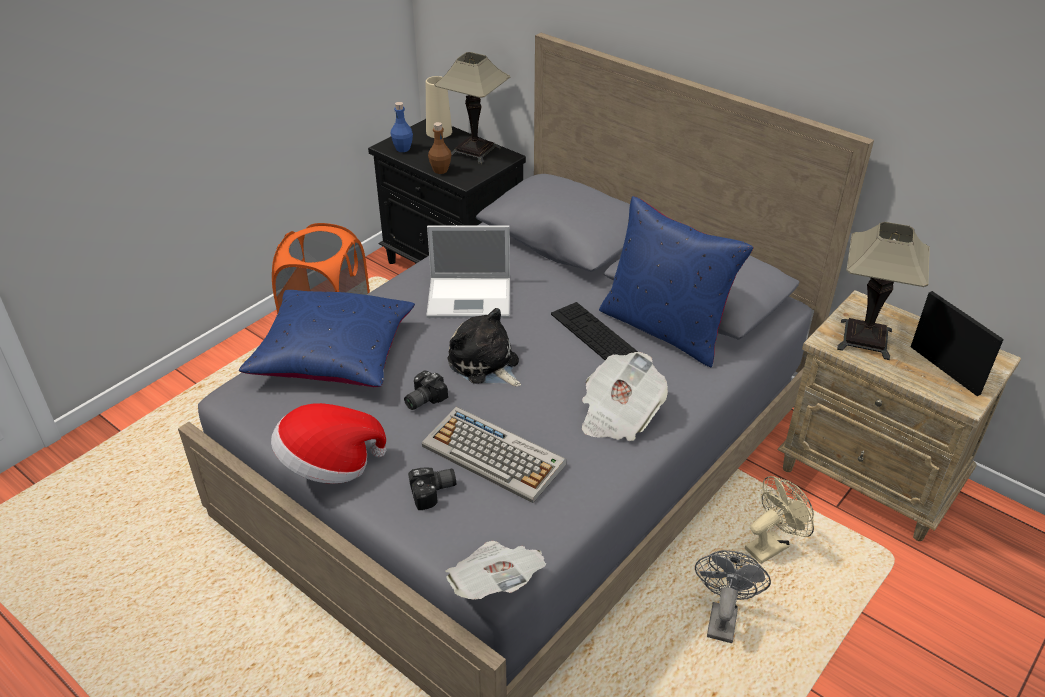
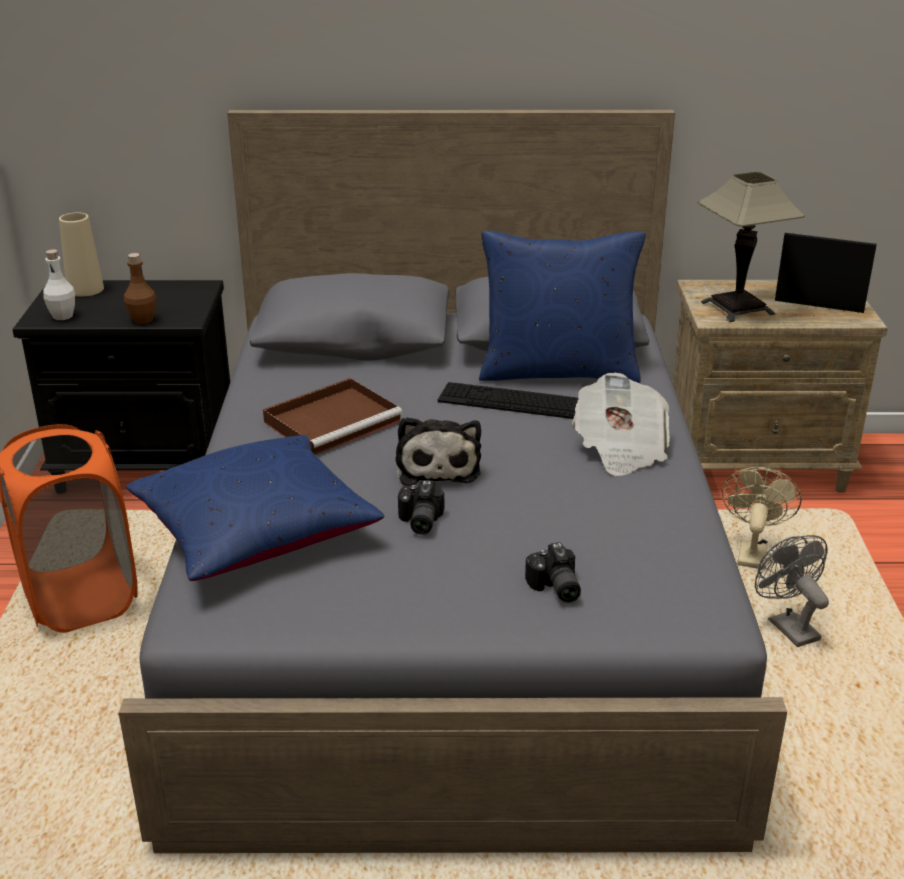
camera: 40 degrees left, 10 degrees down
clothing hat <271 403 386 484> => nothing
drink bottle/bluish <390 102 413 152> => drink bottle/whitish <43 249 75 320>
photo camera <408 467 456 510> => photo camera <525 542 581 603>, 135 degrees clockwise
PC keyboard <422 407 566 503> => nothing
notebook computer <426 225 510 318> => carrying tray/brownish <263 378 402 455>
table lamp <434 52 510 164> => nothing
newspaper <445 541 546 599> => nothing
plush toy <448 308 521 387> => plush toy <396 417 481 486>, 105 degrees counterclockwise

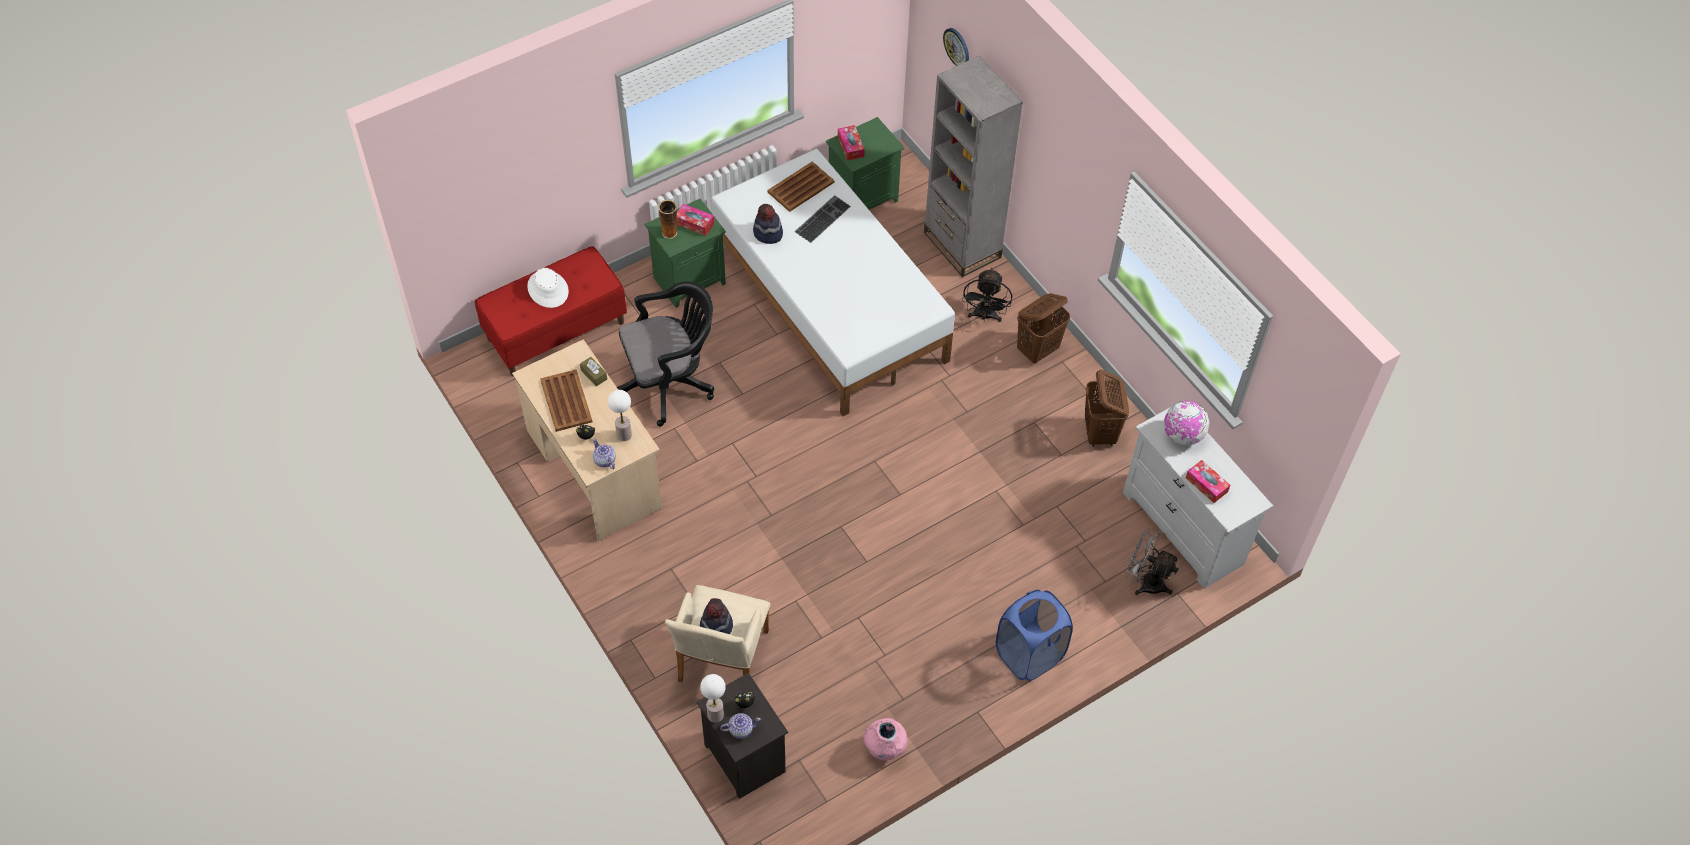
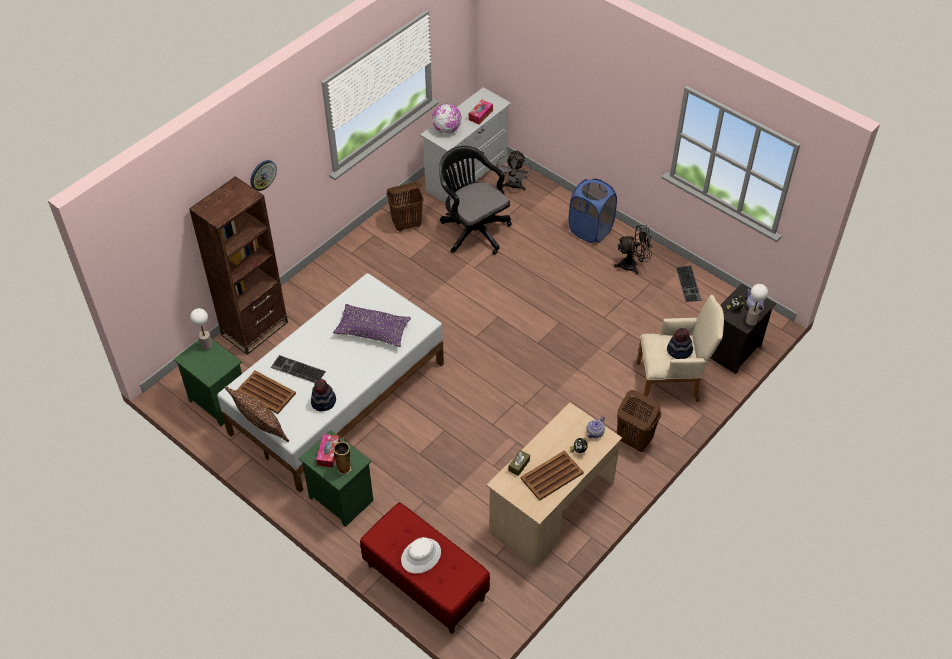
camera: 105 degrees left, 5 degrees down
table lamp <608 390 632 441> => table lamp <190 308 213 350>, shifted
desk chair/black-coloured <617 281 714 427> => desk chair/black-coloured <439 146 512 255>, shifted
tissue box <838 125 865 161> => nothing
decorative vase/pink-coloured <863 718 908 761> => PC keyboard <676 265 701 302>
bookshelf/gray <924 56 1023 277> => bookshelf/brownish <189 176 288 355>
clock on the wall <943 28 969 66> => clock on the wall <250 160 277 191>, shifted
electric fan/black-coloured <962 268 1012 322> => electric fan/black-coloured <614 225 653 274>, shifted
hamper/brownish <1017 293 1070 363> => hamper/brownish <617 390 661 452>, shifted
nothing => pillow/brownish <225 386 289 442>
nothing => pillow/purple-coloured <333 304 411 347>

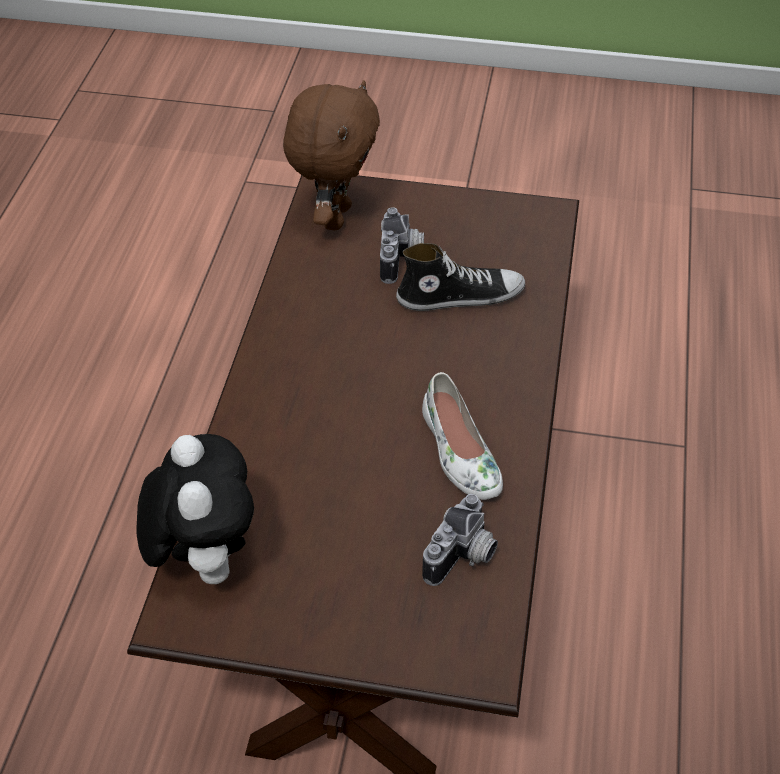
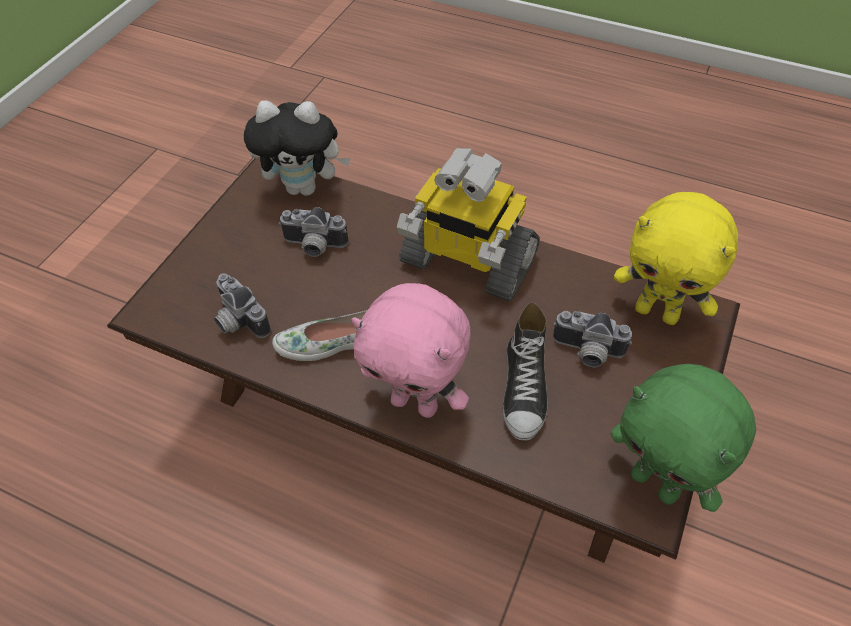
camera: 105 degrees right, 5 degrees up
plush toy/brownish <283 80 380 230> => plush toy/yellow <614 192 738 325>
nothing => photo camera <279 207 348 257>
nothing => plush toy/pink-coloured <352 283 471 418>
nothing => model robot <397 148 540 302>
nothing => plush toy/green <611 364 756 512>

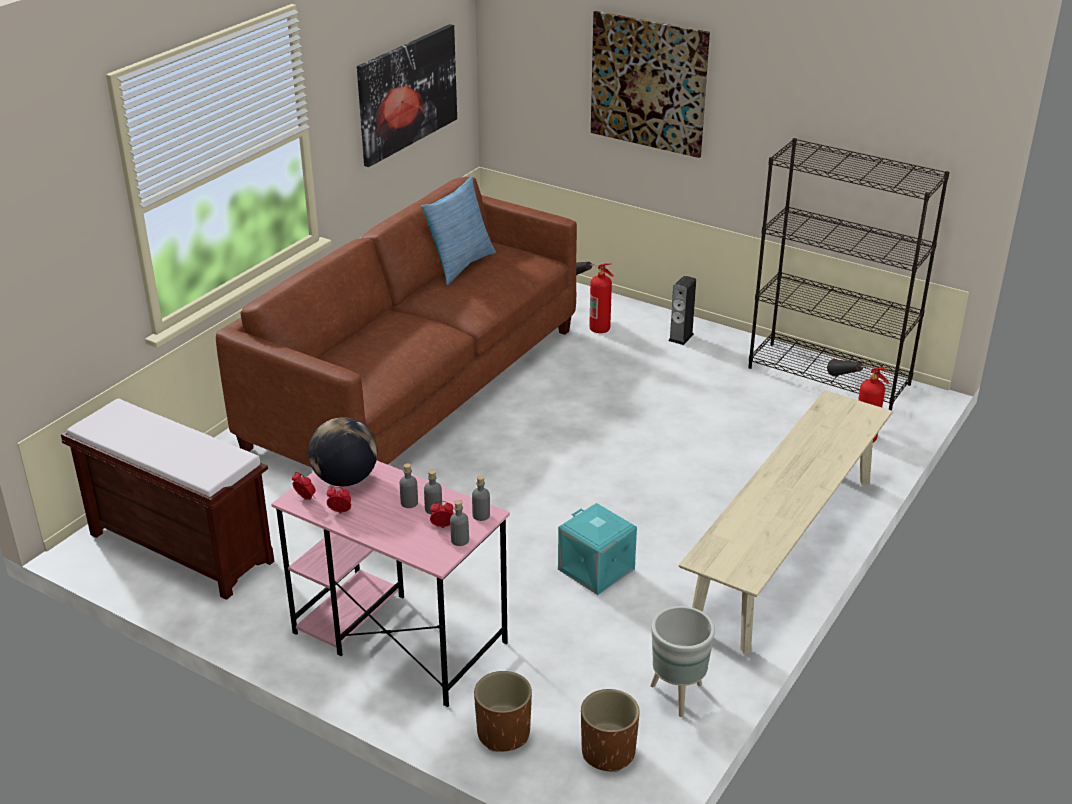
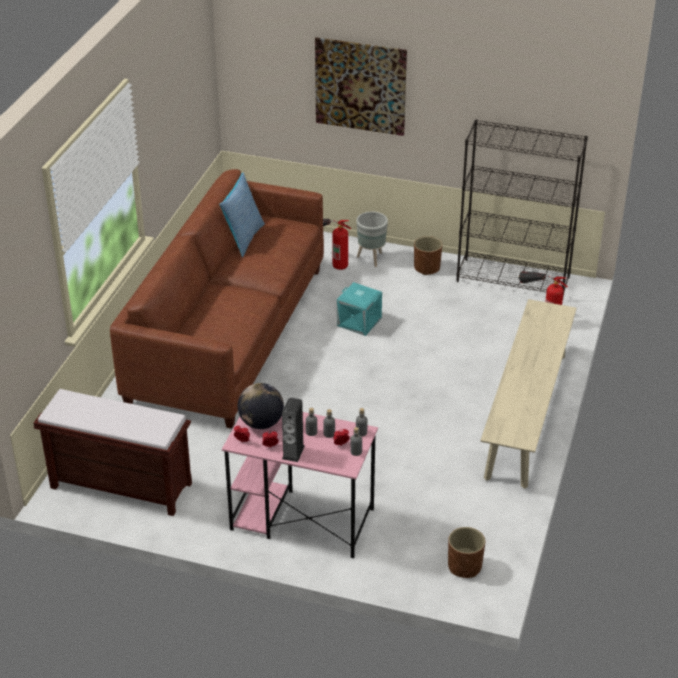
camera: 15 degrees left, 5 degrees up
wall art <357 24 457 167> => nothing
planter/brownish <474 671 532 752> => planter/brownish <414 236 442 275>, shifted
storage box/blue-green <558 503 637 595> => storage box/blue-green <337 282 382 336>, shifted
planter/gray <650 606 715 717> => planter/gray <356 212 388 267>, shifted
audio speaker <668 275 696 345> => audio speaker <282 397 305 462>, shifted

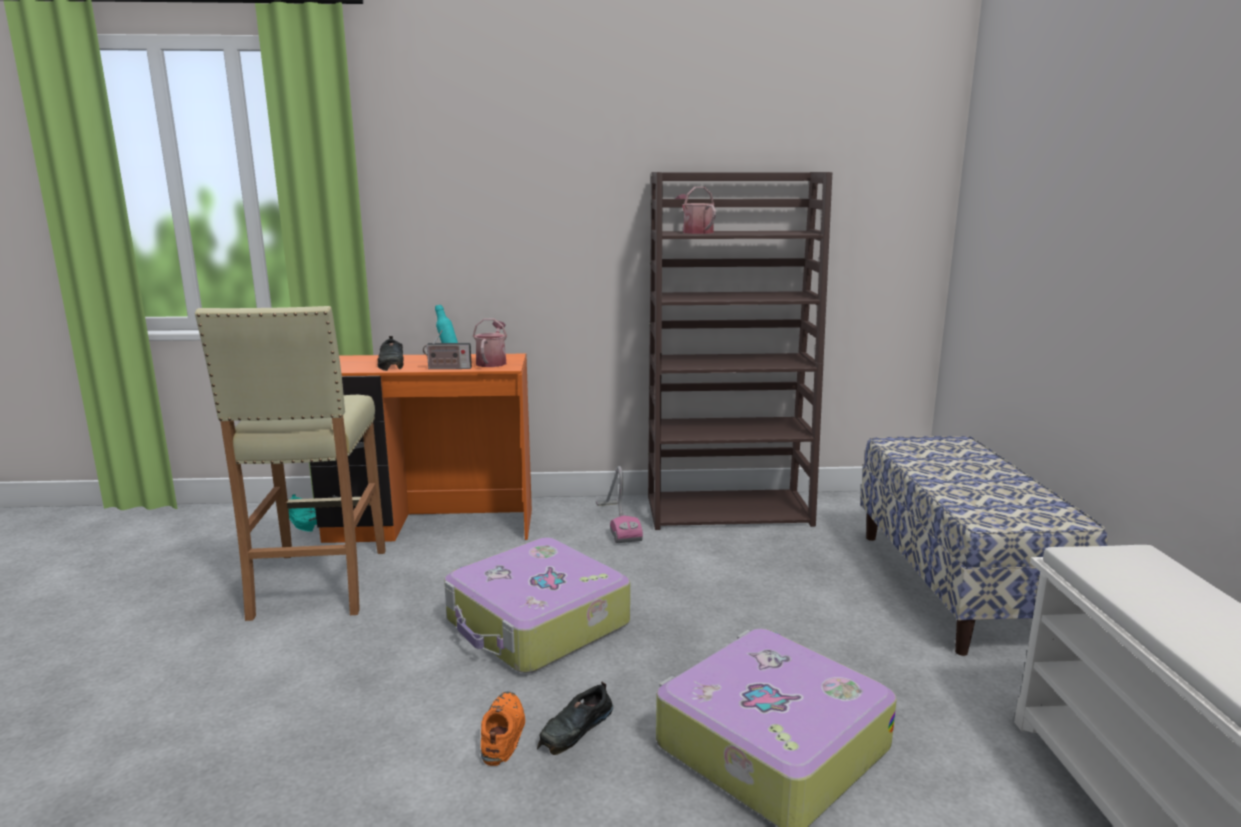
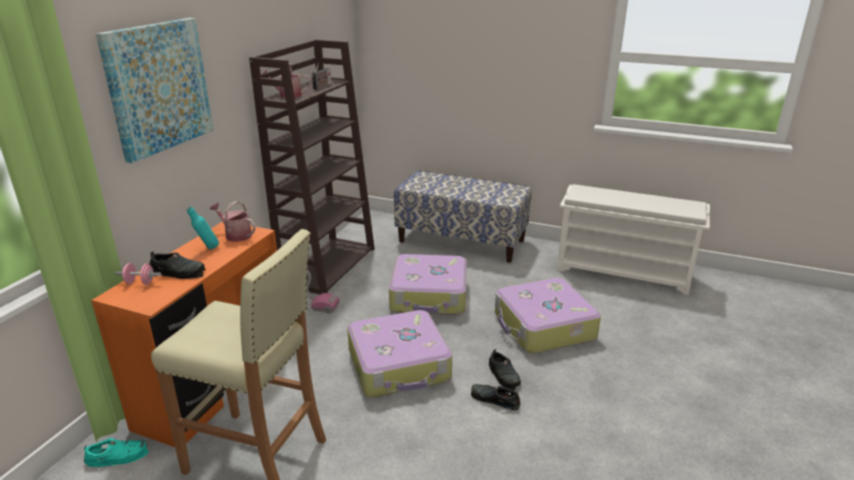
camera: 65 degrees left, 10 degrees up
radio set <423 330 472 369> => radio set <312 62 331 90>, shifted
item of footwear/orange-coloured <481 692 525 766> => item of footwear/black-coloured <471 384 521 410>
nothing => wall art <96 18 213 164>
nothing => hand weight/pink-coloured <115 263 161 285>
nothing => piece of luggage <389 254 467 315>

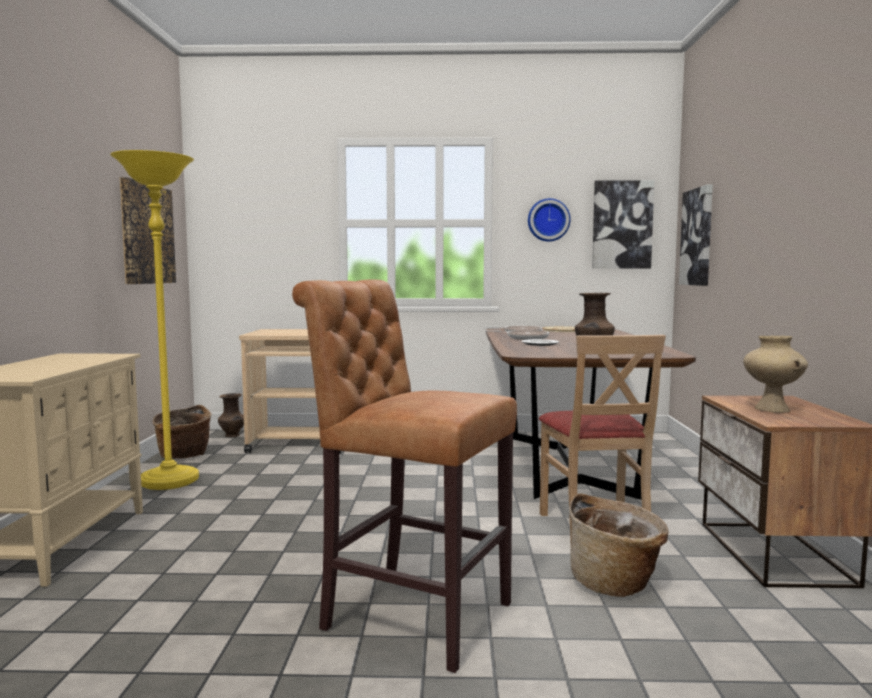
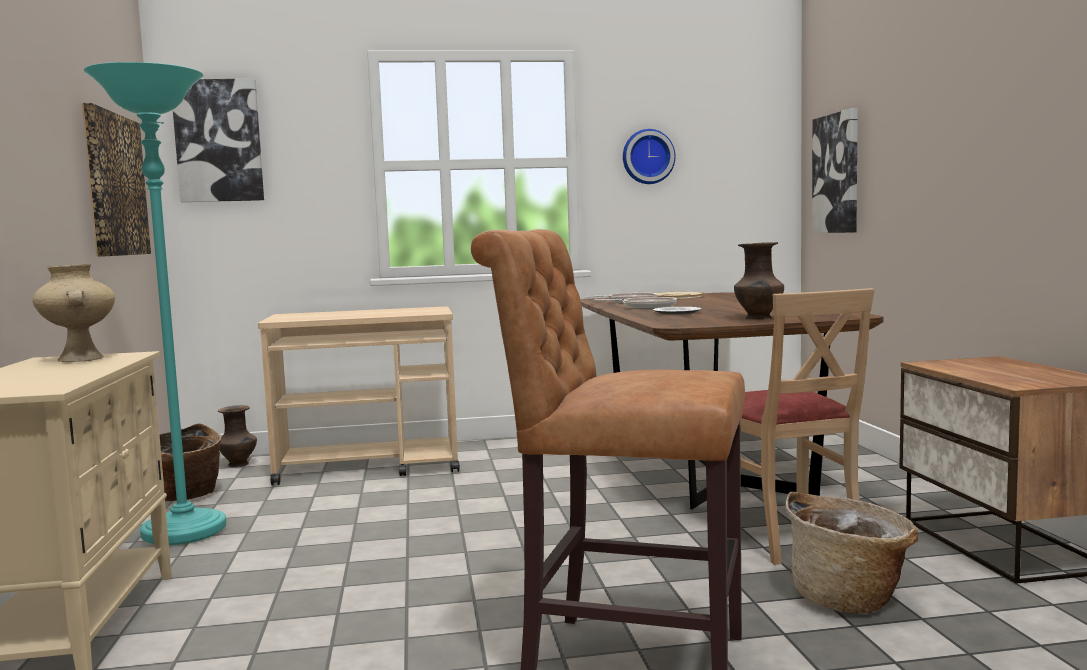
camera: 10 degrees left, 0 degrees up
standard lamp/yellow <110 150 199 490> => standard lamp/blue-green <83 62 226 545>
wall art <592 180 654 269> => wall art <173 79 264 202>, shifted
decorative vase/beige-coloured <743 336 808 413> => decorative vase/beige-coloured <33 264 115 362>, shifted

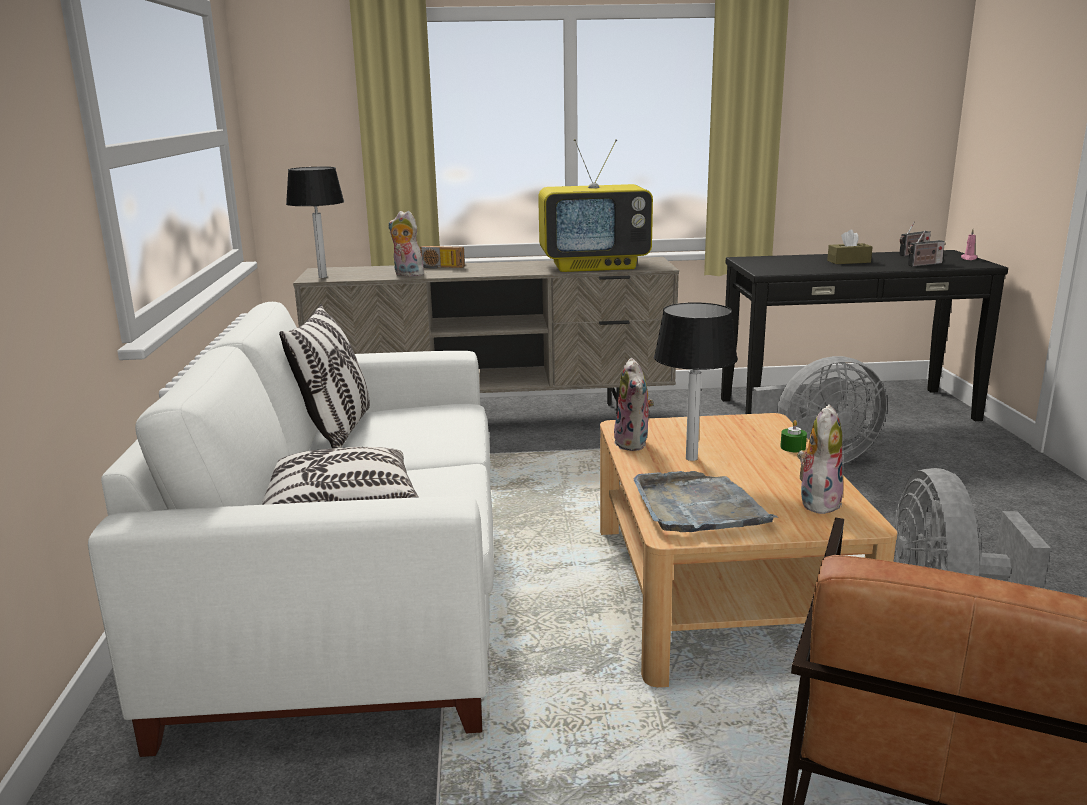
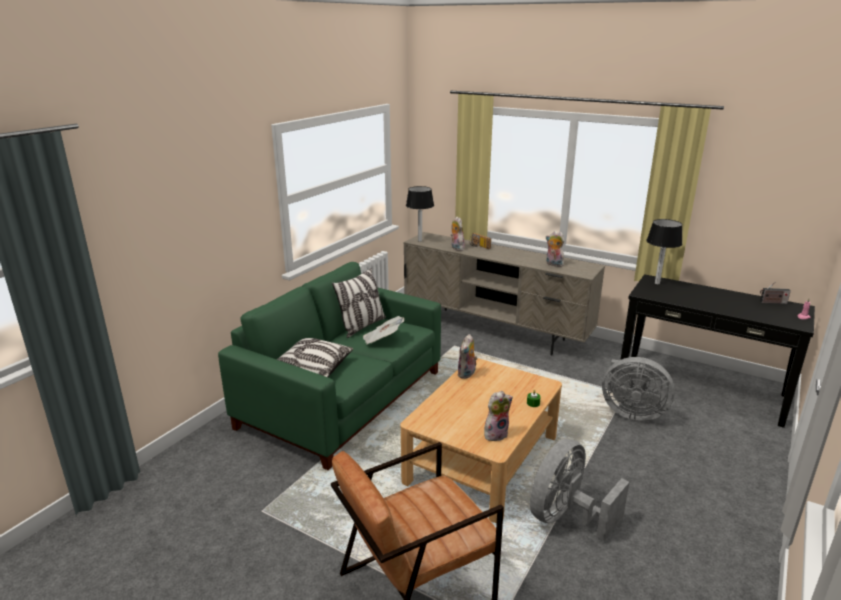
camera: 35 degrees right, 5 degrees up
couch/whitish <88 302 494 757> => couch/green <218 262 441 470>
TV <538 139 653 272> => plush toy <546 231 565 267>
carrying tray/gray <633 471 780 532> => nothing
table lamp <654 302 738 461> => table lamp <646 219 682 284>, shifted
tissue box/brownish <827 229 873 264> => nothing
radio set <908 230 945 267> => nothing
nothing => newspaper <363 316 404 345>

